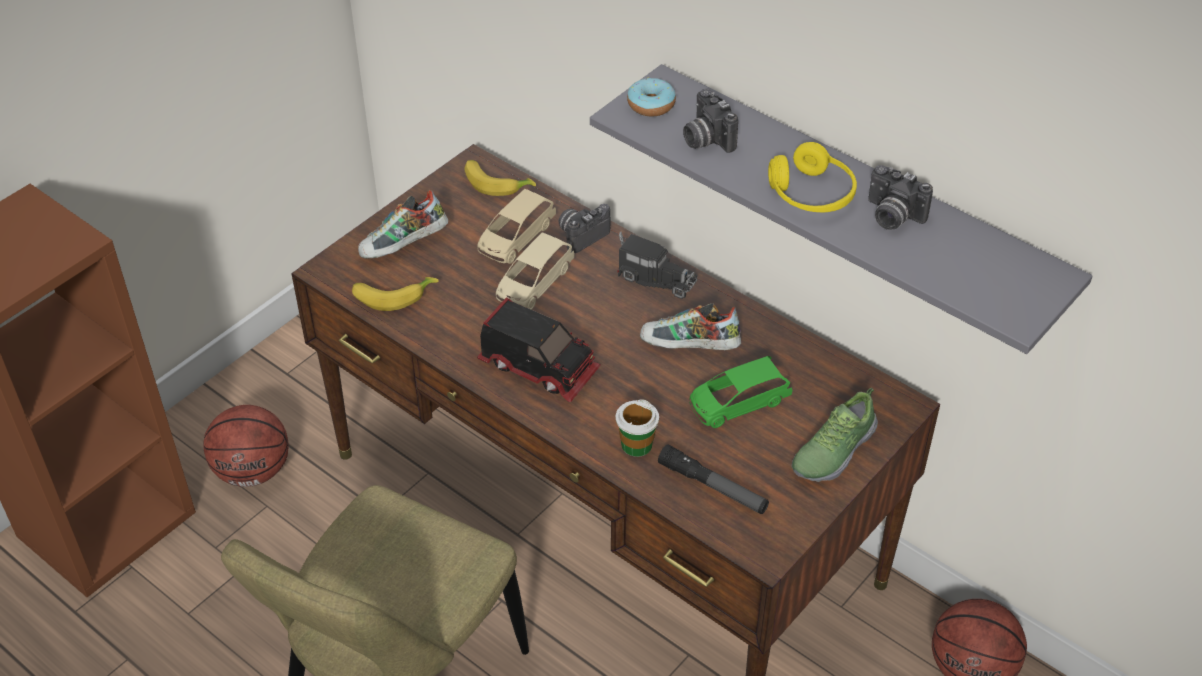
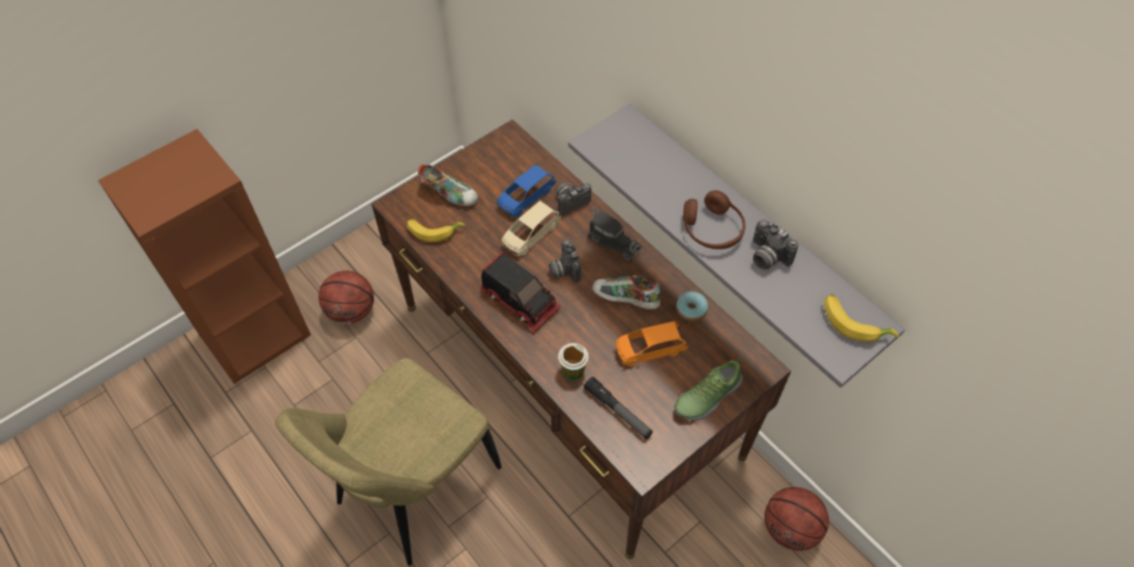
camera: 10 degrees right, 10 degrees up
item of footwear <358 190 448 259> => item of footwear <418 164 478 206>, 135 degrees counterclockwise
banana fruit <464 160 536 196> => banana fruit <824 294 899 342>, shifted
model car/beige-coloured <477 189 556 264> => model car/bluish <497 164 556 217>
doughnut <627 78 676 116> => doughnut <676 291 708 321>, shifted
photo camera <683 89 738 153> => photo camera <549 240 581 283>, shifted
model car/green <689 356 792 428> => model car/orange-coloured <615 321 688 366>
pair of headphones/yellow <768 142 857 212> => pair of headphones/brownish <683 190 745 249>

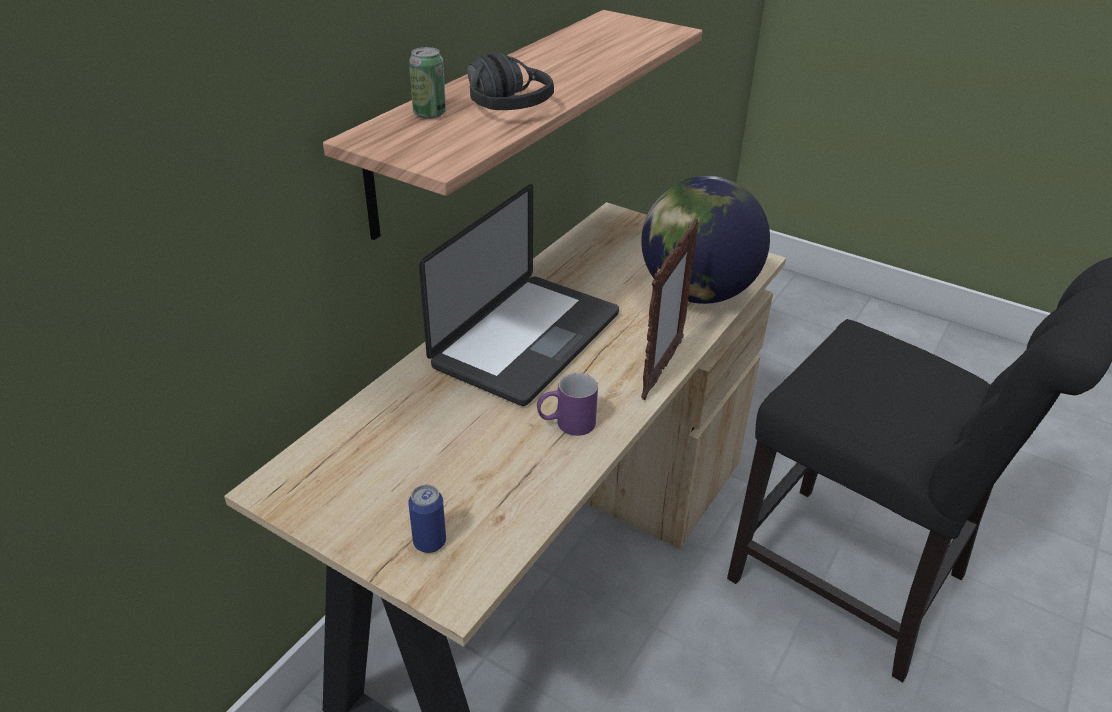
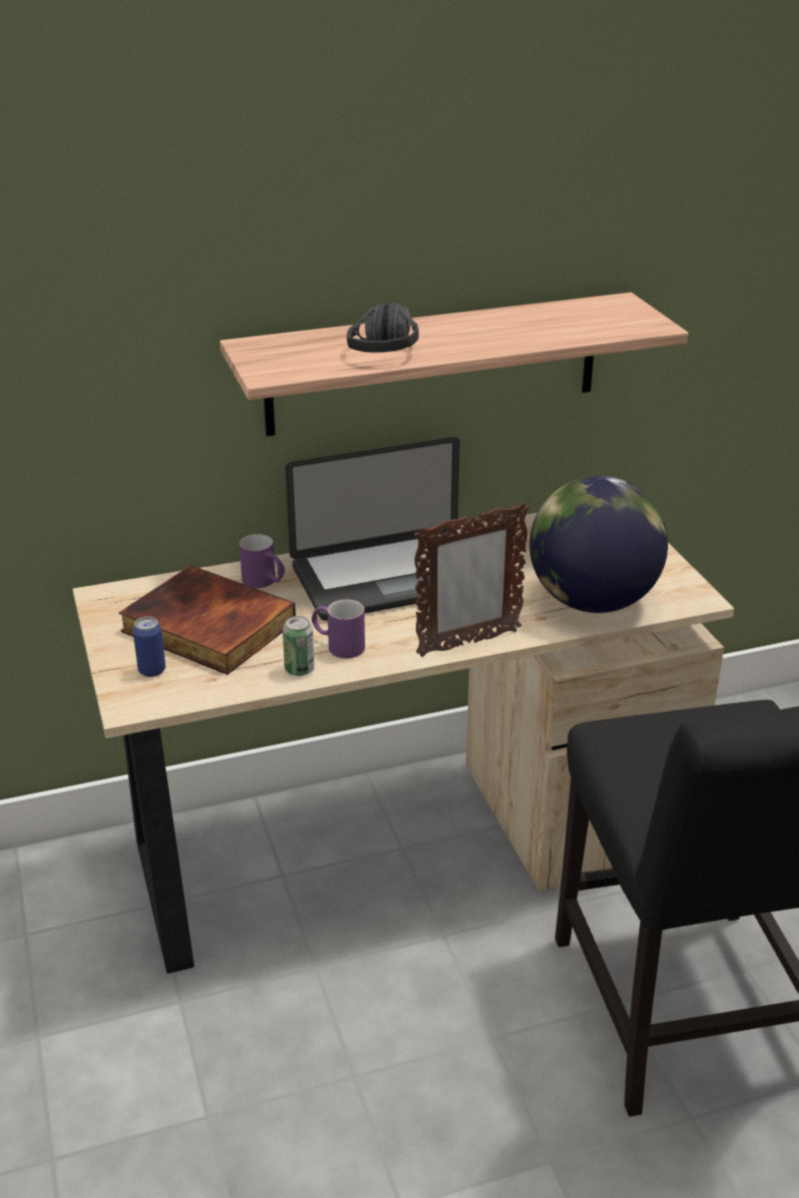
camera: 40 degrees right, 5 degrees down
metal can <409 47 446 119> => metal can <282 616 314 676>, shifted
nothing => volume <119 565 296 675>
nothing => mug/purple-coloured <239 534 285 588>

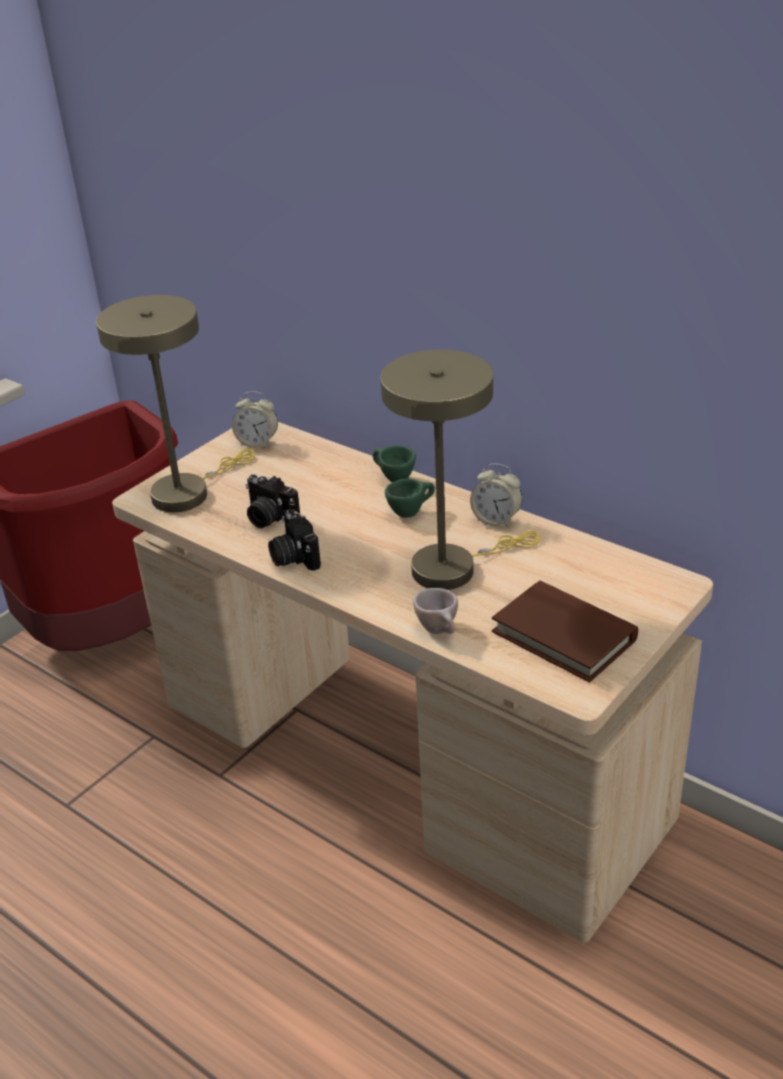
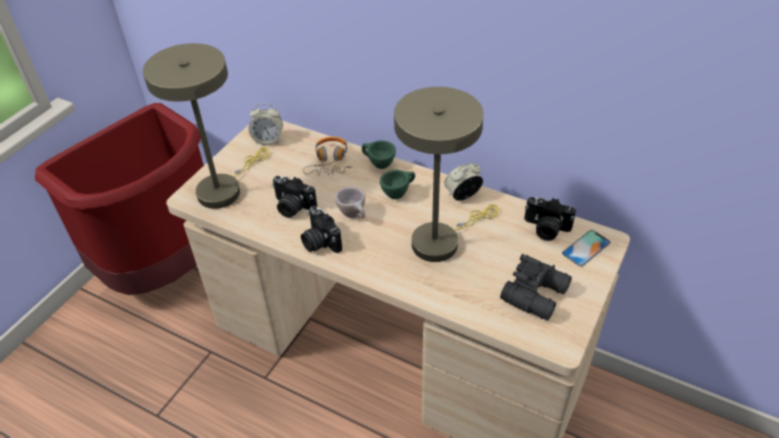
camera: 10 degrees left, 10 degrees up
small cup/beige-coloured <413 588 458 634> => small cup/beige-coloured <335 187 365 218>, shifted
alarm clock <470 464 522 528> => alarm clock <444 162 483 201>, 135 degrees clockwise
volume/brownish <492 580 638 682> => field glasses/black-coloured <500 254 572 320>
nothing => pair of headphones <303 137 350 176>
nothing => photo camera <524 197 576 241>
nothing => phone <562 230 611 267>

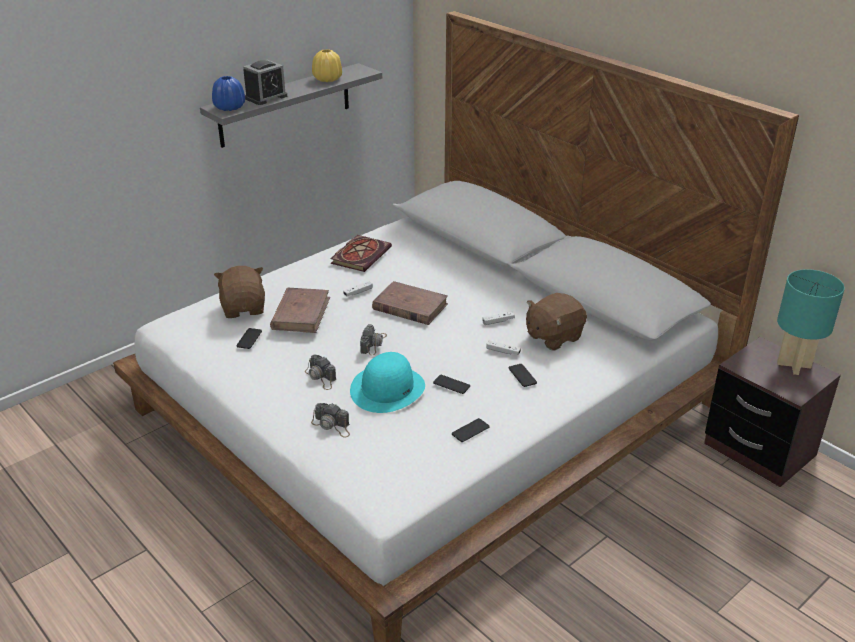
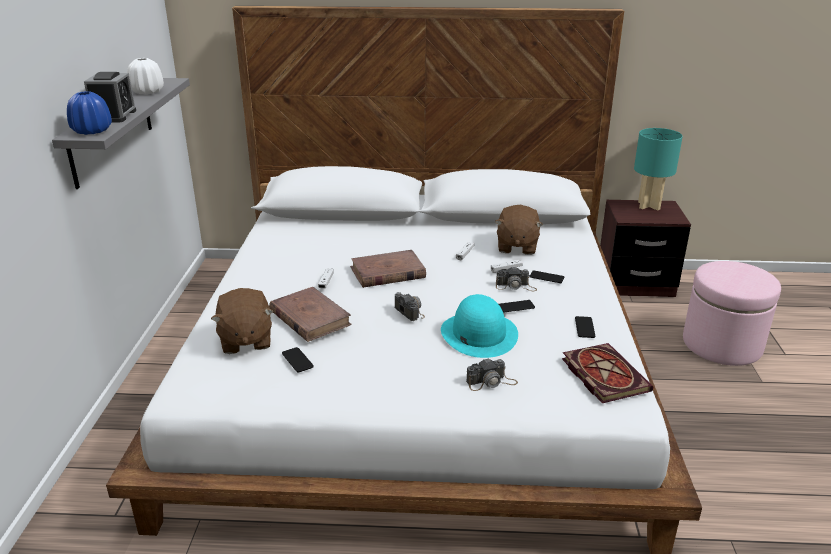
camera: 45 degrees left, 5 degrees down
plush toy/brownish <214 266 265 318> => plush toy/brownish <211 288 274 354>, 135 degrees counterclockwise
photo camera <305 354 336 390> => photo camera <496 267 537 291>, shifted
decorative vase/yellow <312 49 342 82> => decorative vase/whitish <127 58 164 94>
volume <330 235 392 272> => volume <562 343 653 403>, shifted
nothing => pouffe/pink-coloured <683 261 781 366>

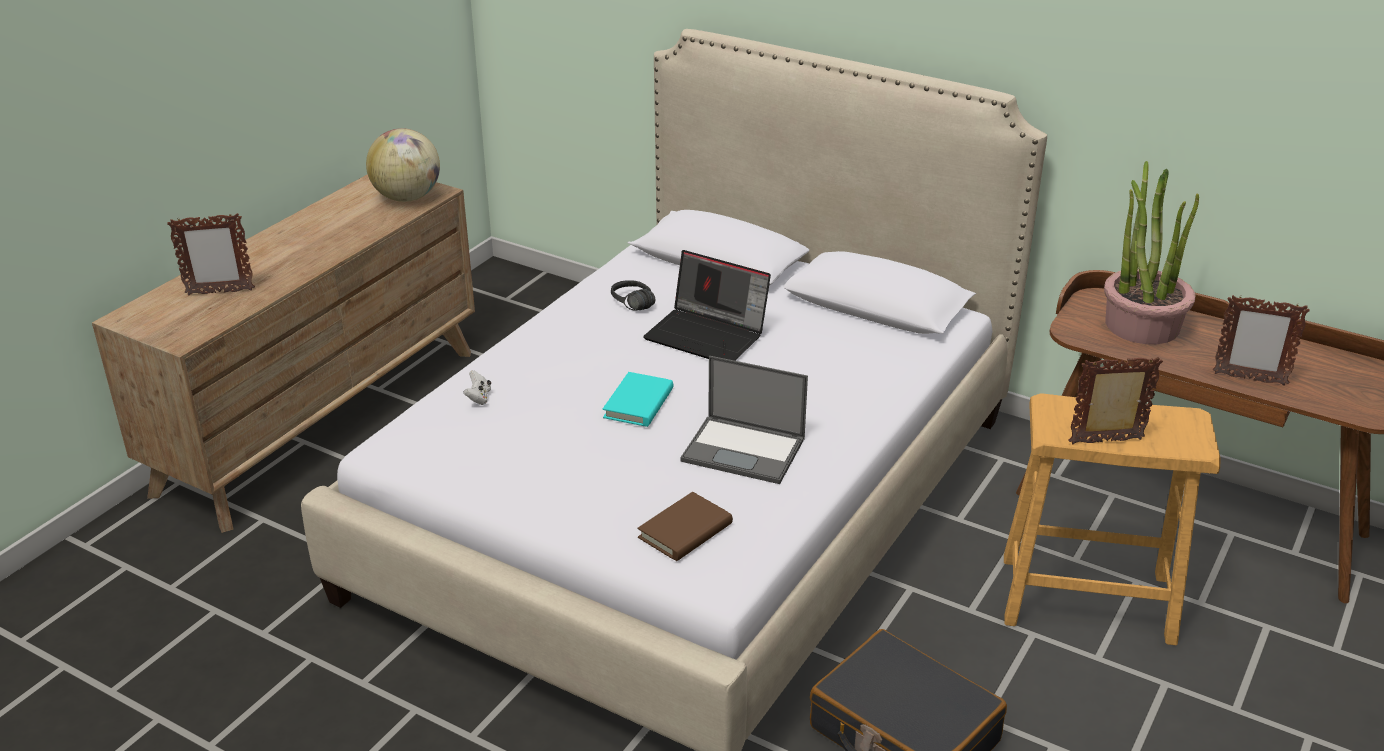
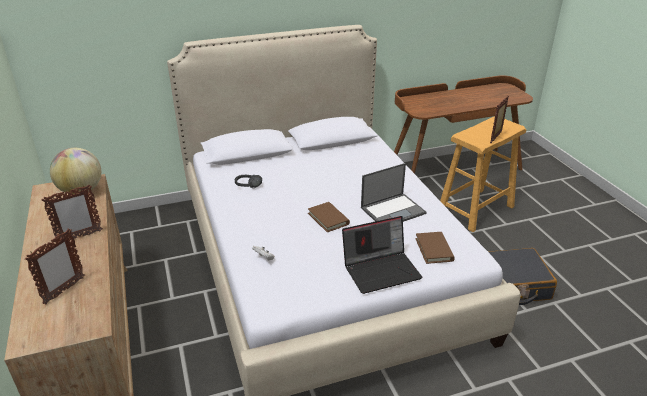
camera: 50 degrees left, 0 degrees up
volume/blue-green <603 372 673 427> => volume/brownish <308 202 350 232>
notebook computer <643 250 771 361> => notebook computer <342 216 423 294>, shifted
plant in a pot <1104 161 1199 344> => nothing
picture frame <1213 295 1310 386> => picture frame <42 185 103 239>, shifted

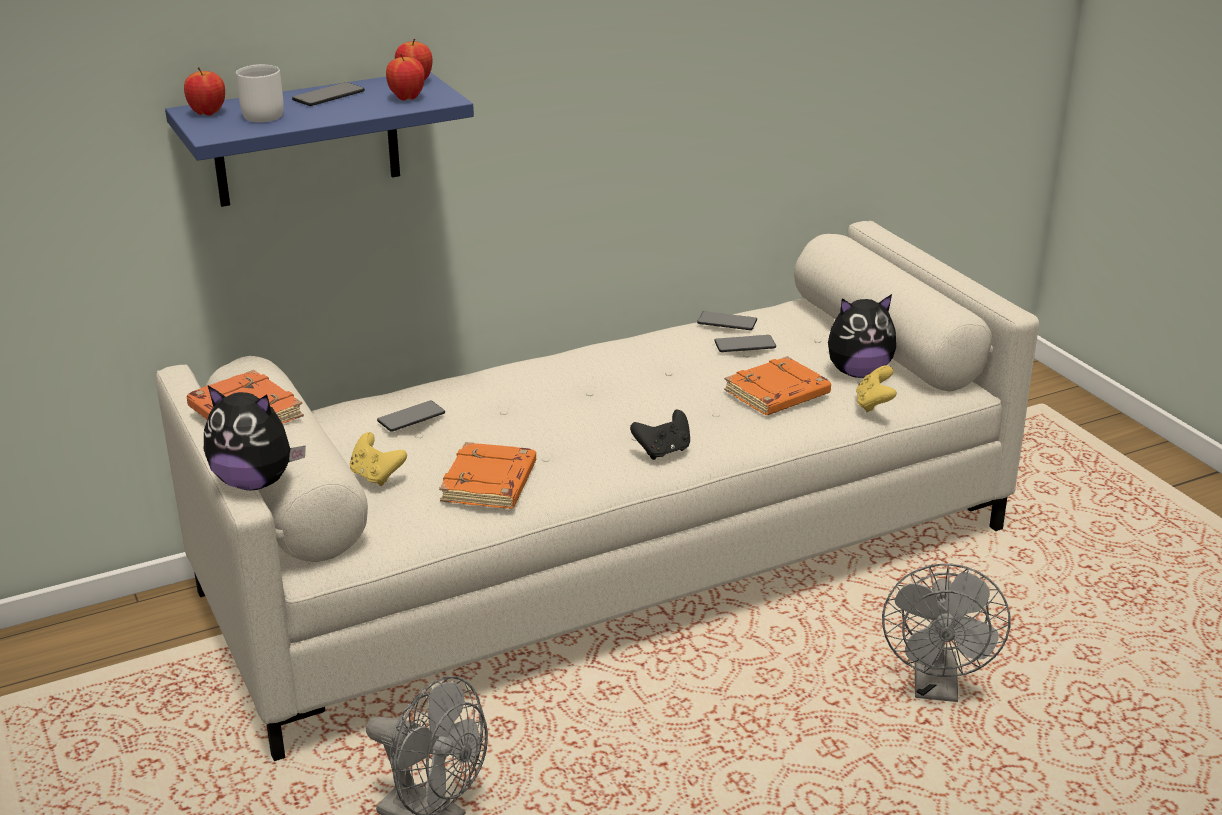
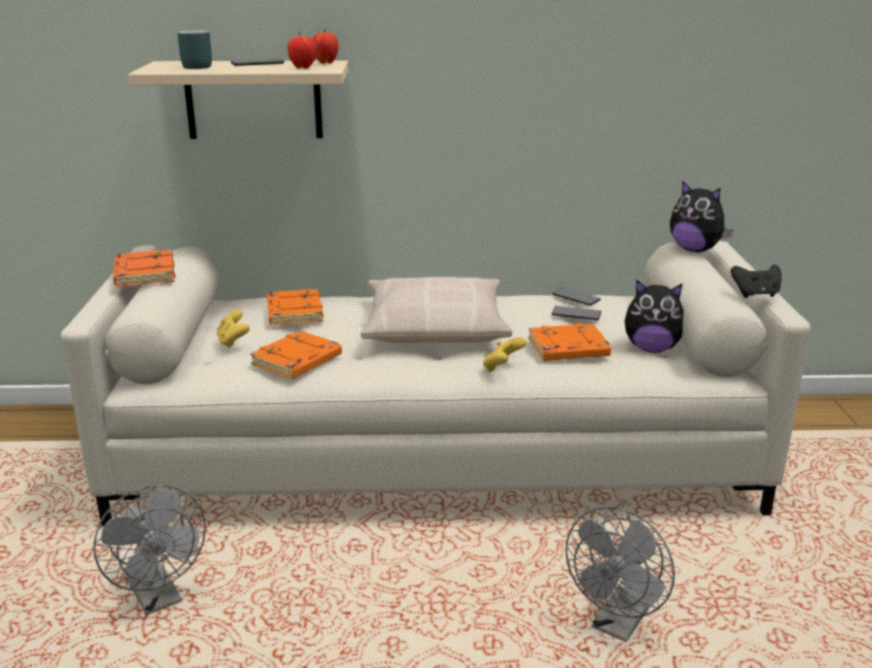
camera: 25 degrees right, 5 degrees down
bracket shelf/bluish <165 72 474 207> => bracket shelf/beige-coloured <128 60 348 139>
apple fruit <184 67 225 116> => nothing
plush toy <204 386 306 490> => plush toy <670 180 734 252>, shifted
mug/whitish <236 64 284 122> => mug/blue-green <177 30 212 69>
phone <377 401 445 432> => volume/orange-coloured <267 289 324 325>
joypad/black-coloured <630 410 690 460> => joypad/black-coloured <731 265 782 298>, shifted
joypad/yellow <856 365 897 412> => joypad/yellow <483 337 526 372>, shifted
nothing => pillow/beige-coloured <361 277 512 343>

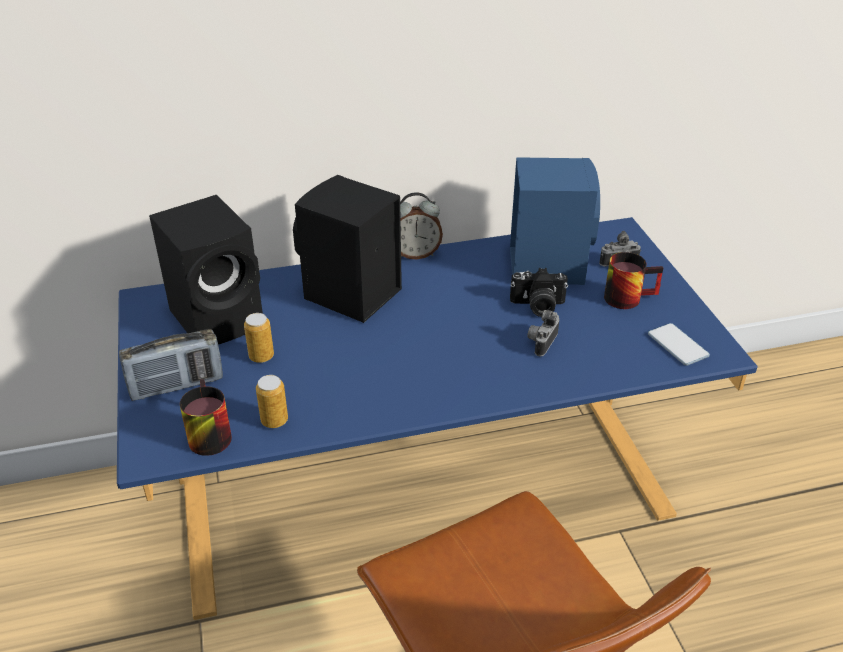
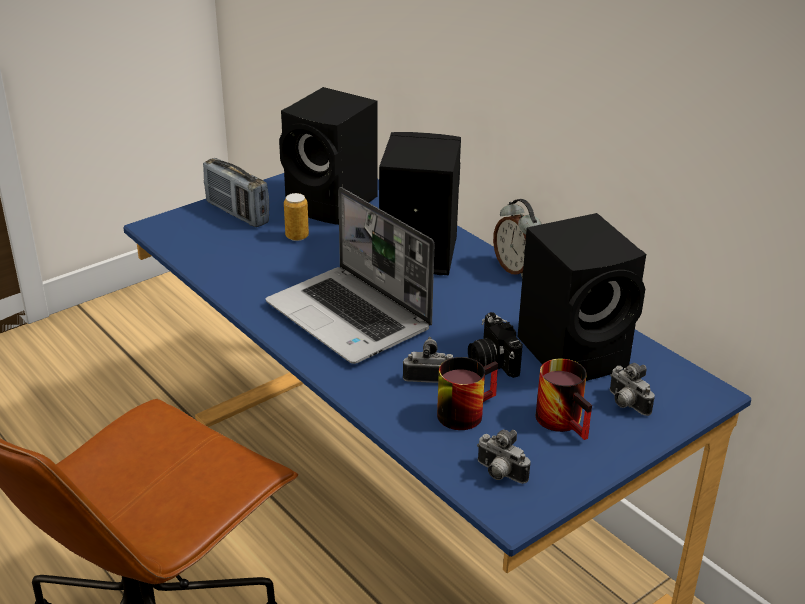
camera: 65 degrees right, 5 degrees down
mug <180 379 232 456> => mug <437 357 498 430>, shifted
metal can <256 375 288 428> => nothing
audio speaker/bluish <510 157 600 285> => audio speaker/black-coloured <518 213 646 381>
phone <648 323 710 366> => photo camera <477 430 530 484>
nothing => notebook computer <266 187 434 364>

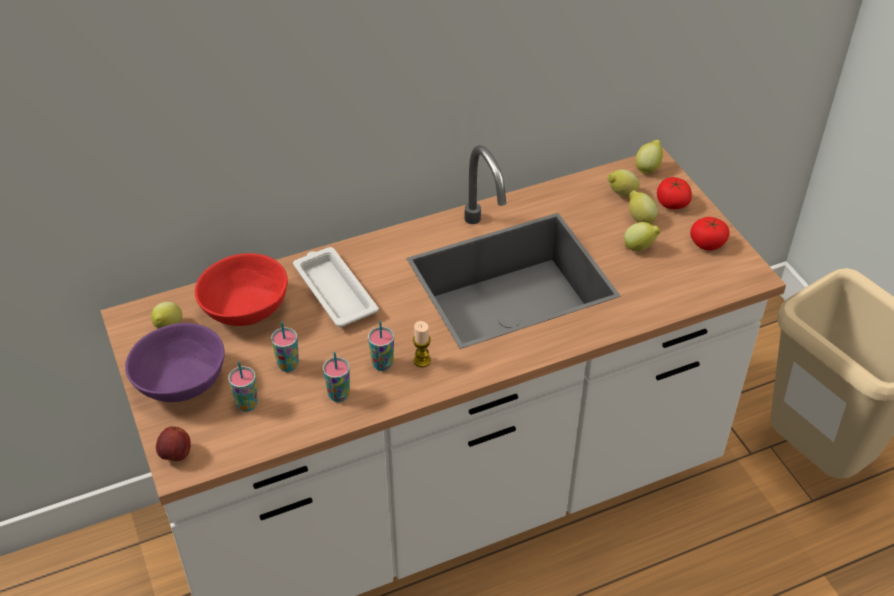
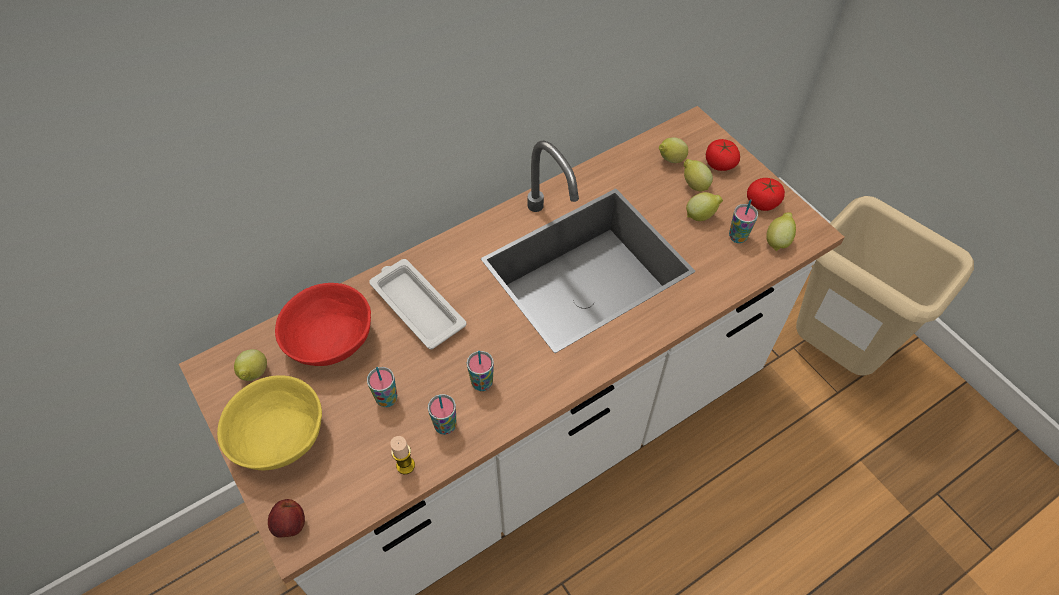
camera: 10 degrees left, 10 degrees up
serving bowl/purple-coloured <125 323 225 402> => serving bowl/yellow <217 375 322 470>
small cup <228 361 258 412> => small cup <729 199 758 243>, shifted
candle <413 321 431 367> => candle <390 436 415 474>, shifted
citrus fruit <635 140 663 175> => citrus fruit <766 212 796 251>, shifted

